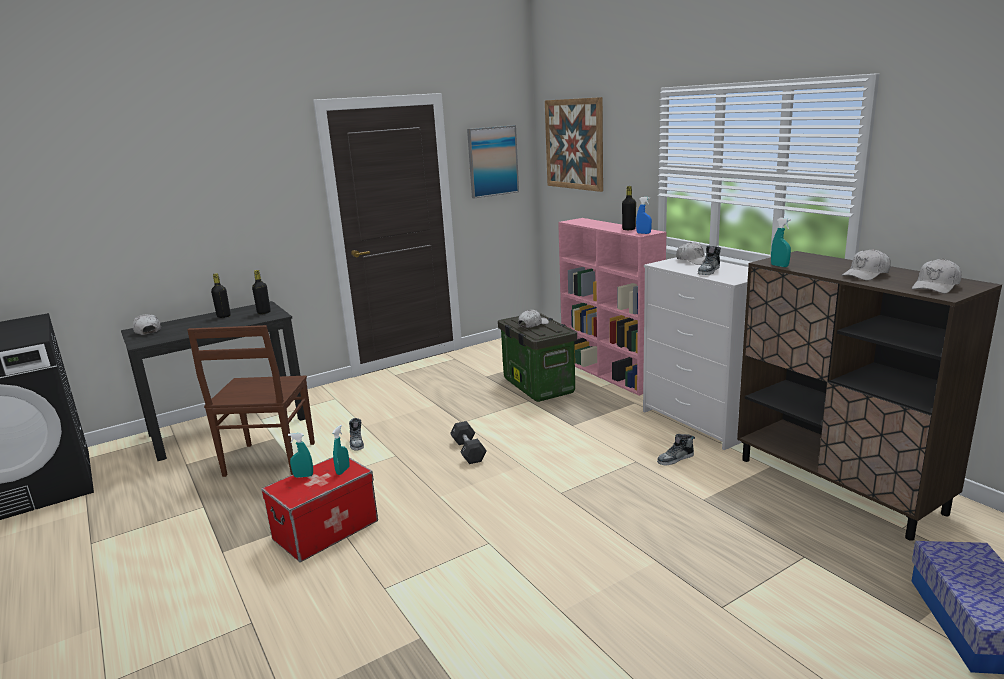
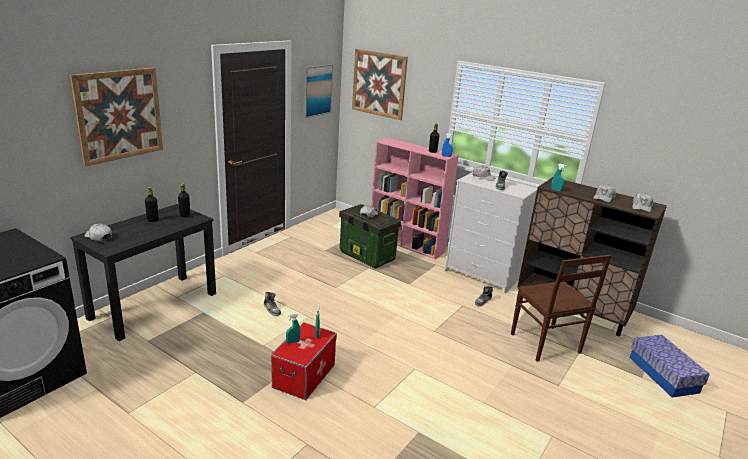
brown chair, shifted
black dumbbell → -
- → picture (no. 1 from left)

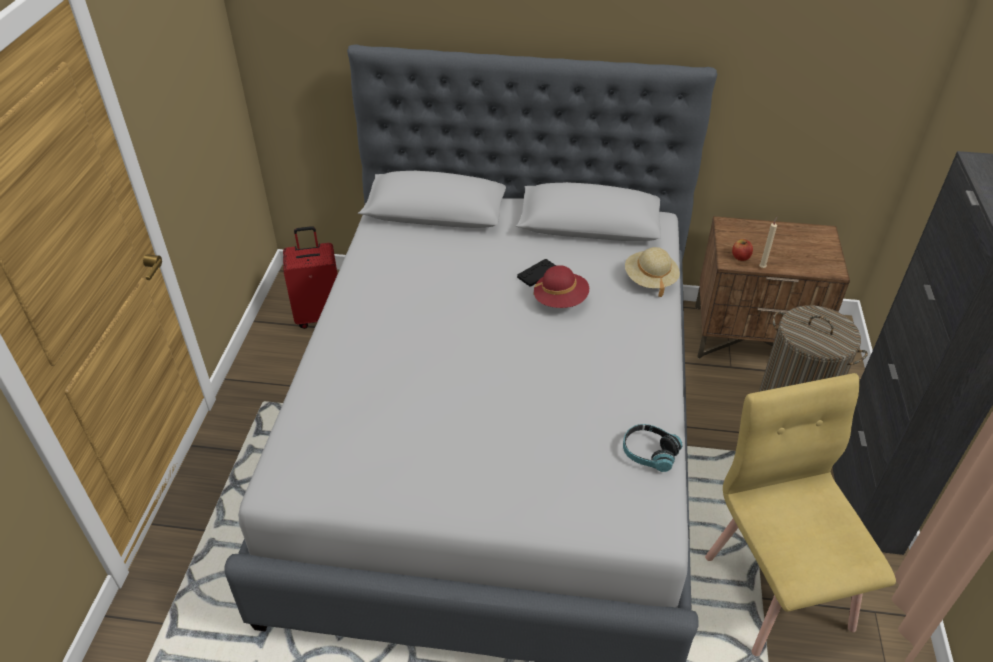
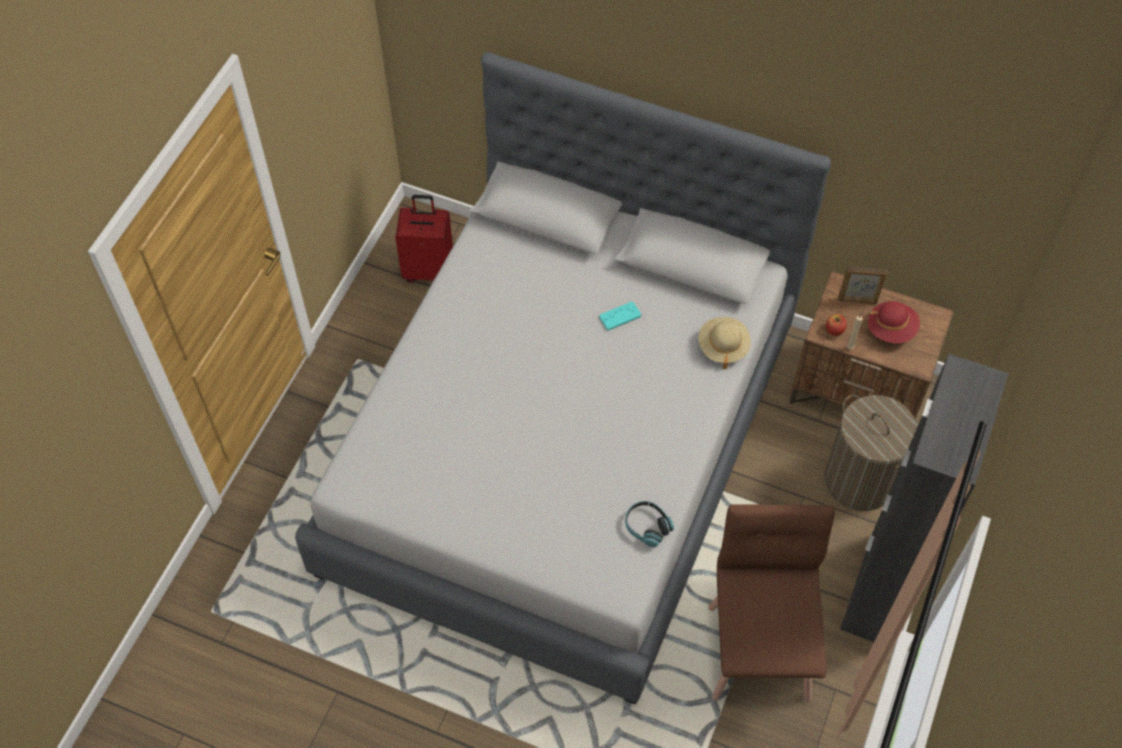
black game controller → blue-green game controller
reddish wearable hat, shifted
yellow-coloured chair → brown chair
- → standing frame

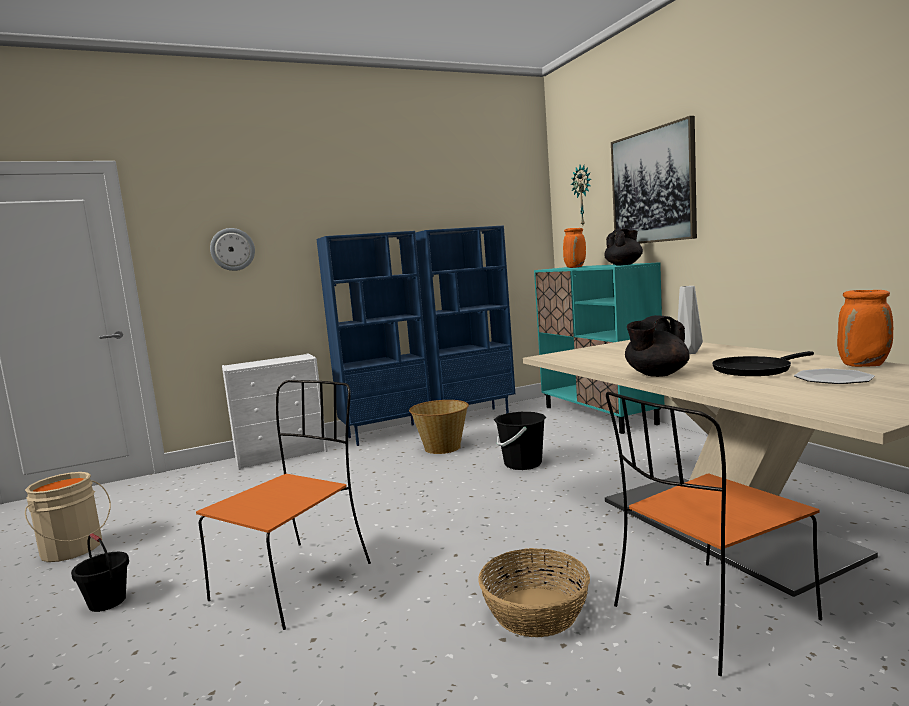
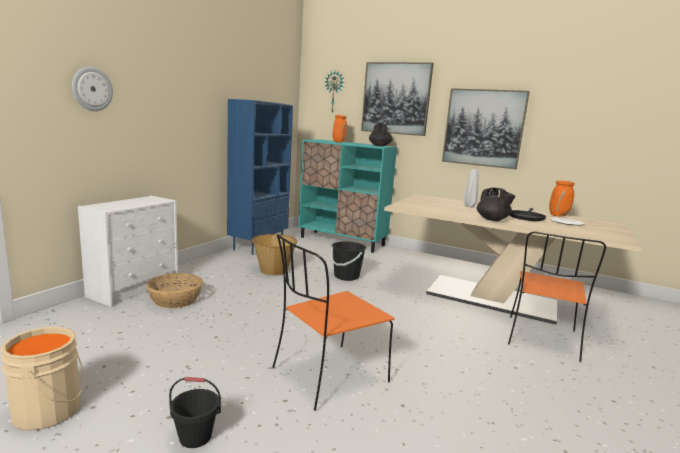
blue-coloured bookcase (no. 1 from left) → -
black pot for tea (no. 2 from left), 45 degrees counterclockwise
orangey chair (no. 1 from left), 120 degrees counterclockwise
basket (no. 2 from left in the first image) → basket (no. 1 from left), shifted
- → picture (no. 2 from left)

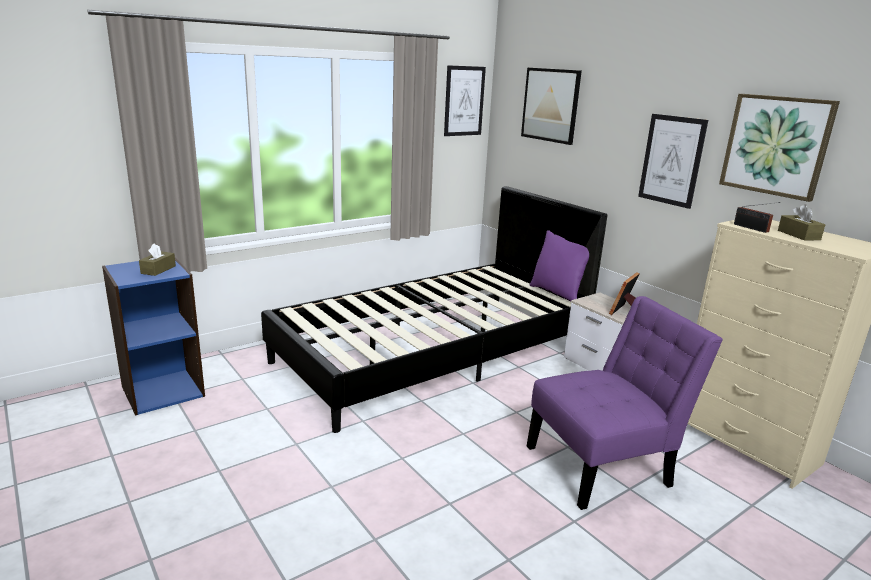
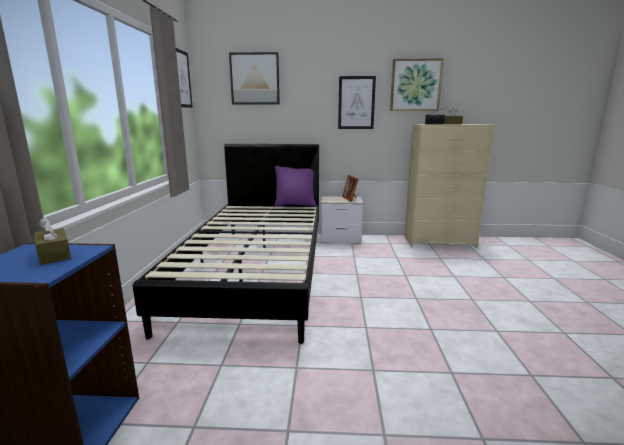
purplish chair → -

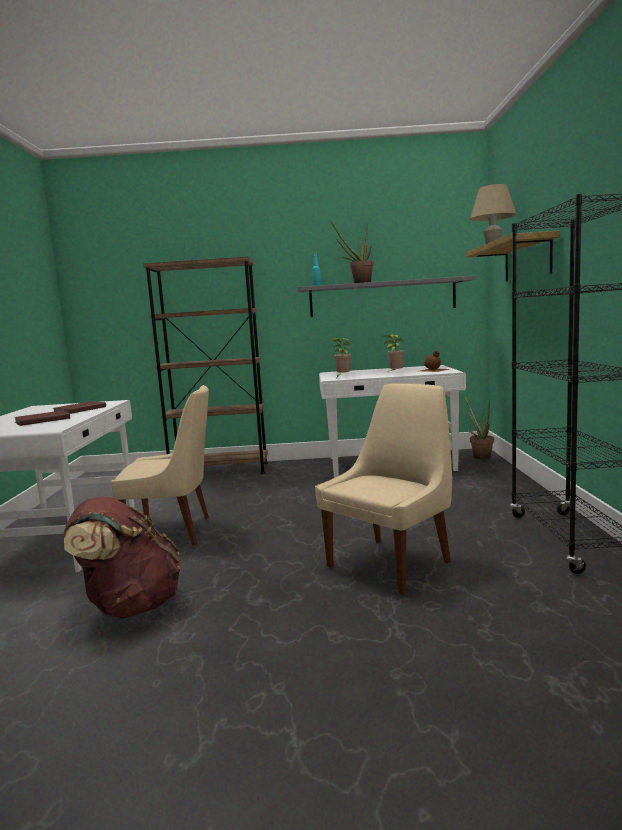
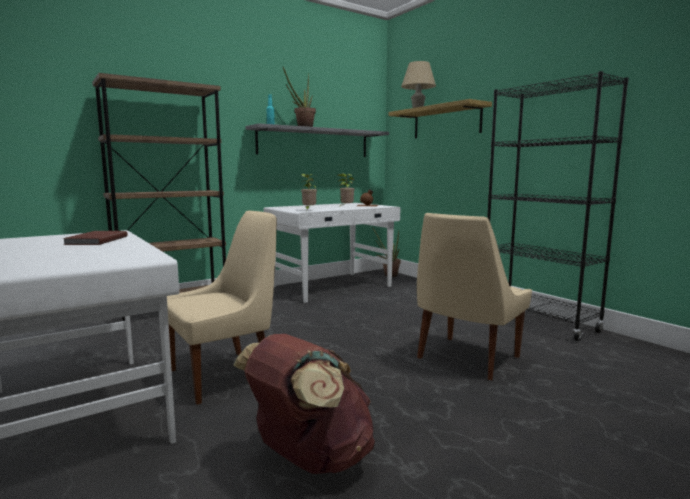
beige-coloured chair (no. 2 from left), 150 degrees counterclockwise
brown book (no. 1 from left) → -

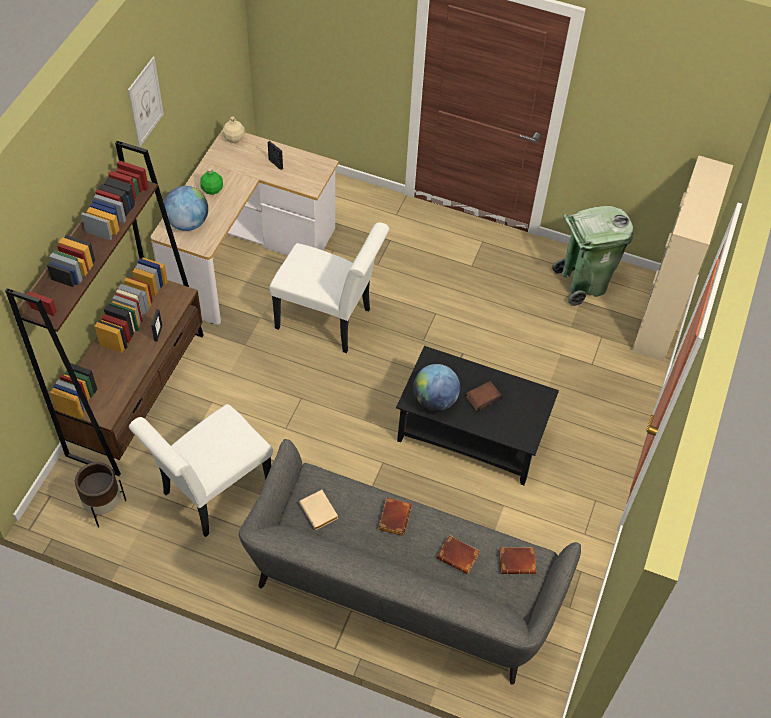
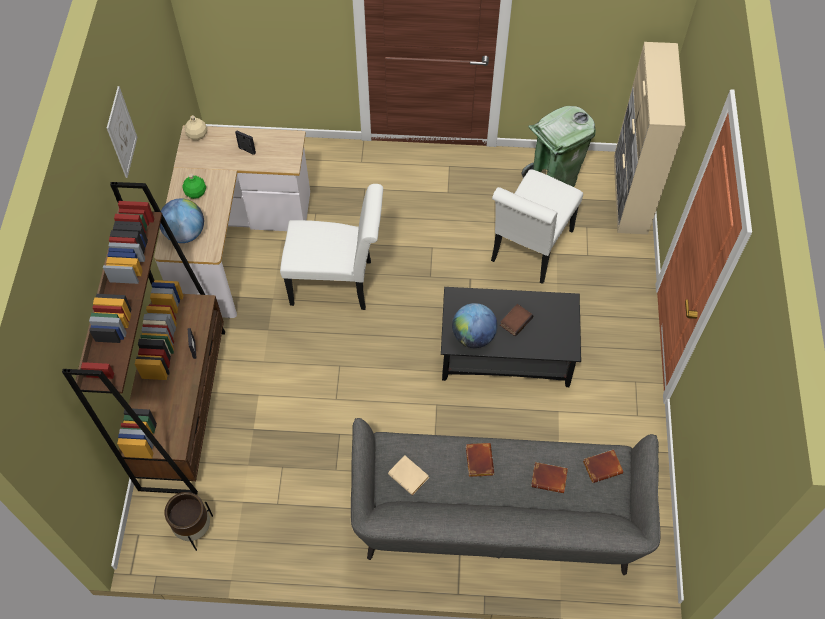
whitish chair (no. 1 from left in the first image) → whitish chair (no. 2 from left), shifted

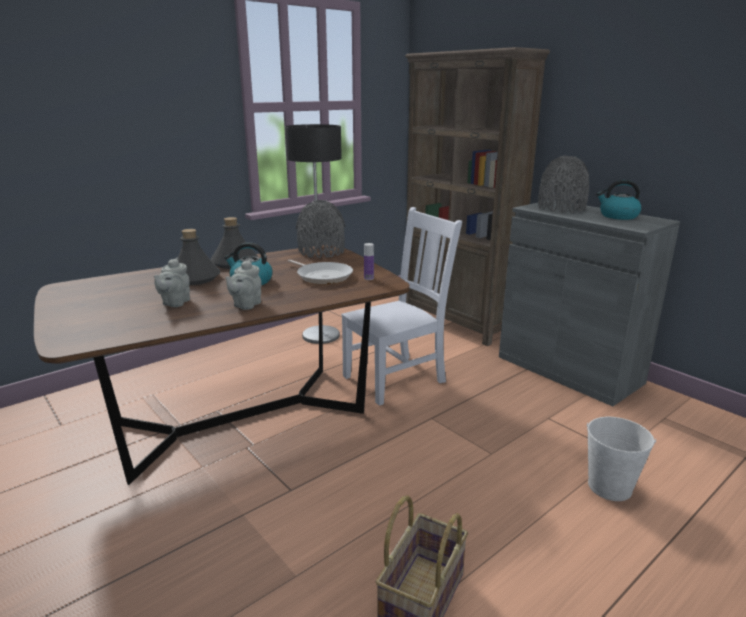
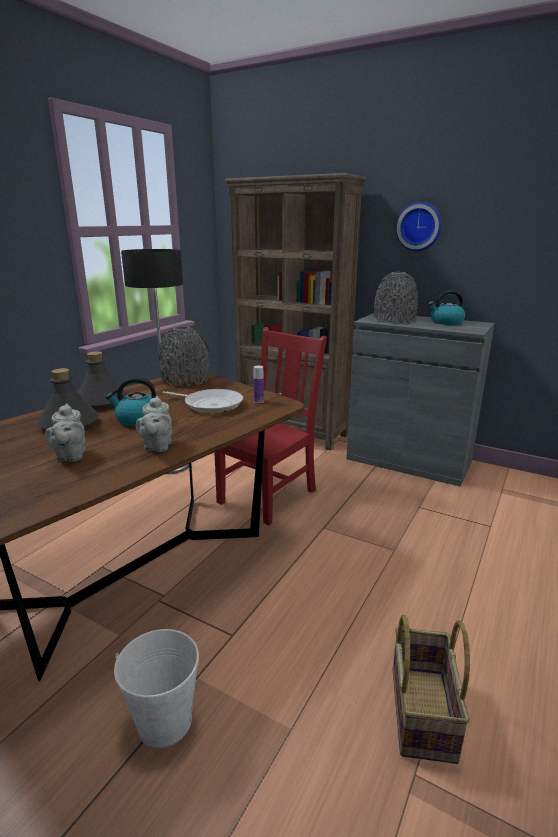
whitish chair → reddish chair
whitish water bucket, shifted
- → wall clock

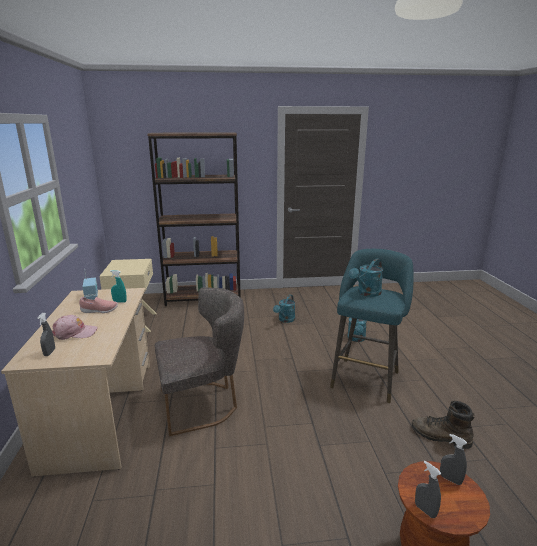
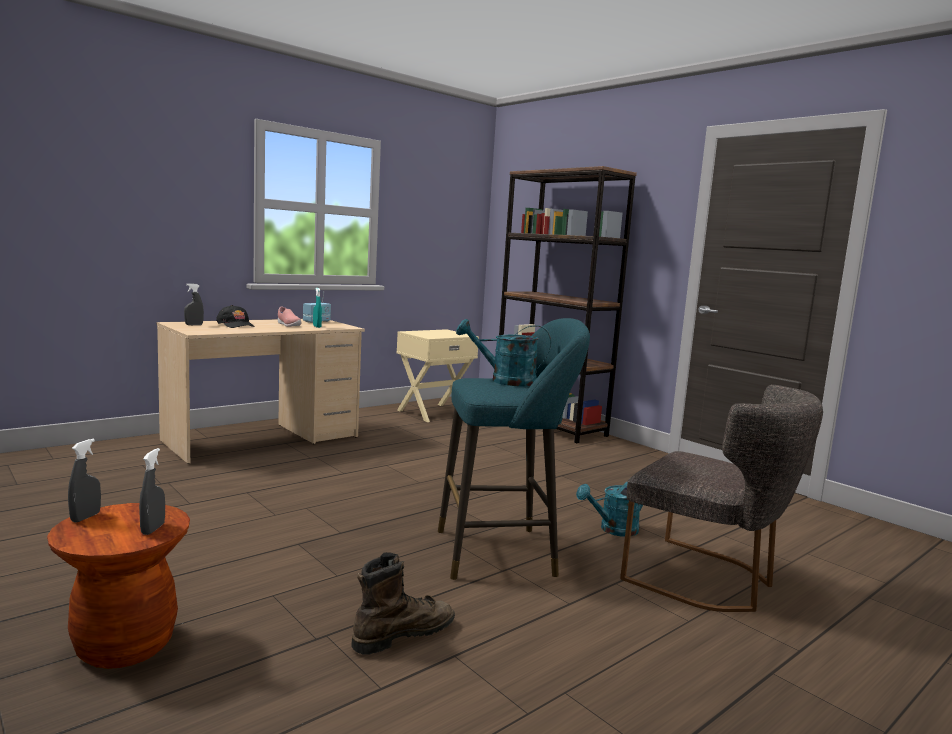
gray chair, shifted
blue-green sprinkling can (no. 1 from left) → -
pinkish cap → black cap
brown tall boot, 60 degrees clockwise

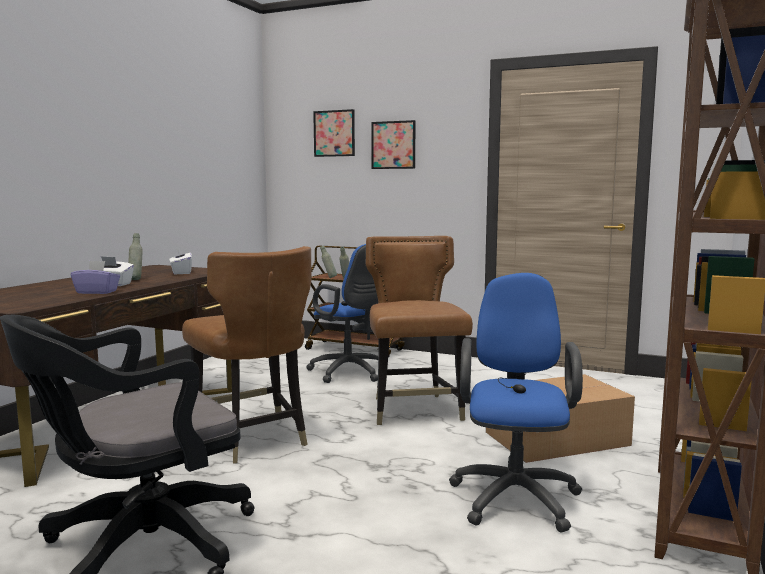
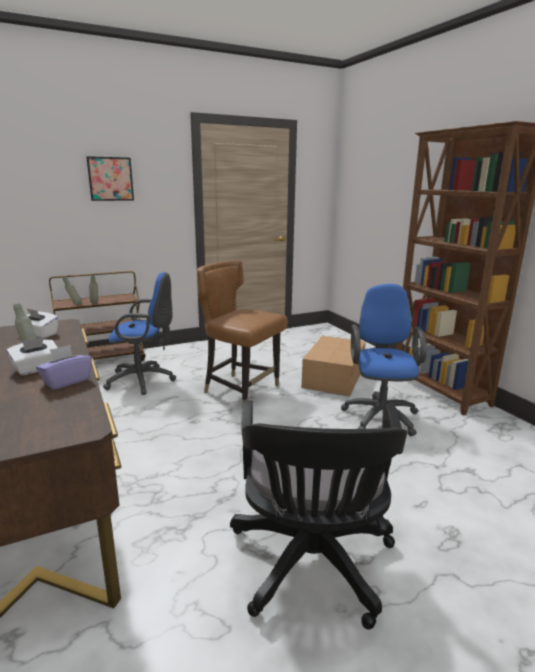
picture (no. 1 from left) → -
brown chair (no. 1 from left) → -
blue-coloured computer chair (no. 2 from left), 45 degrees clockwise

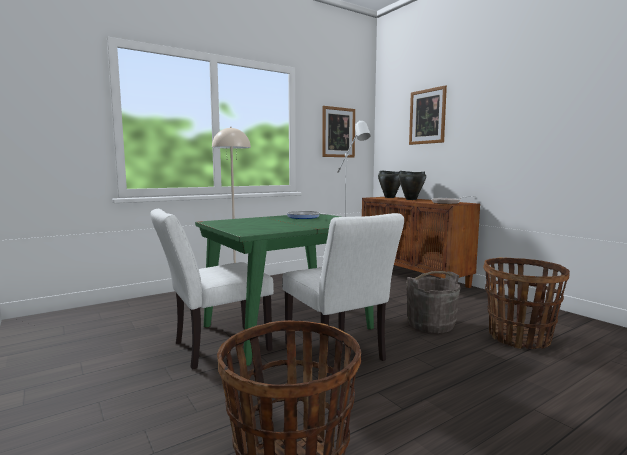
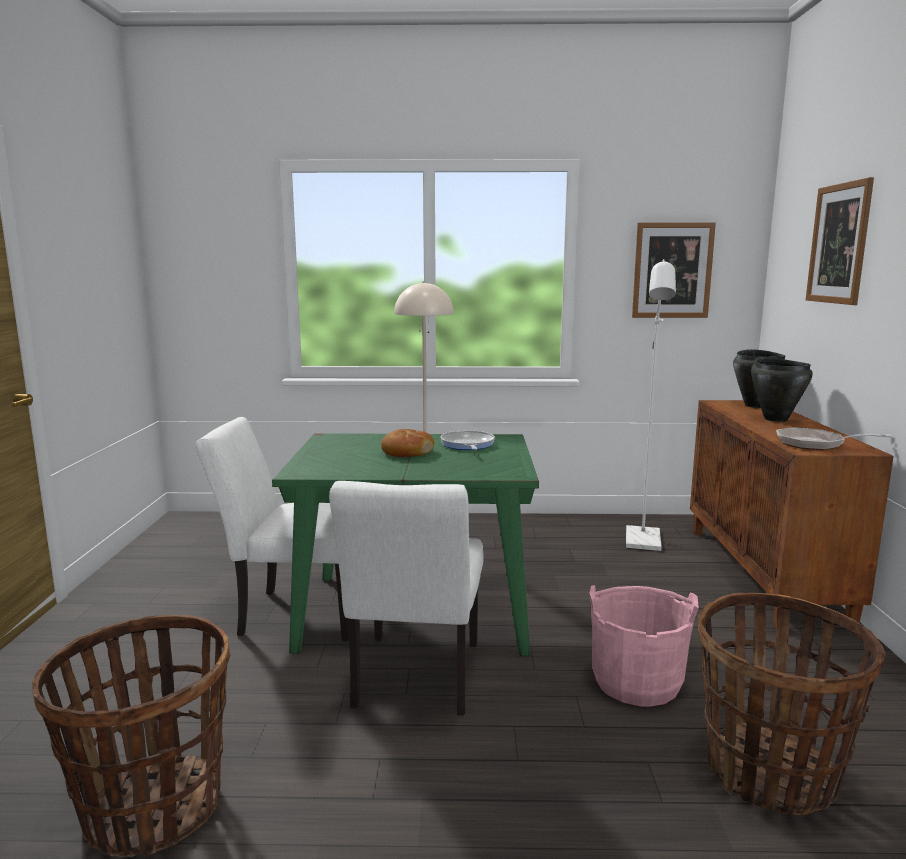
gray water bucket → pinkish water bucket
- → bakery bread

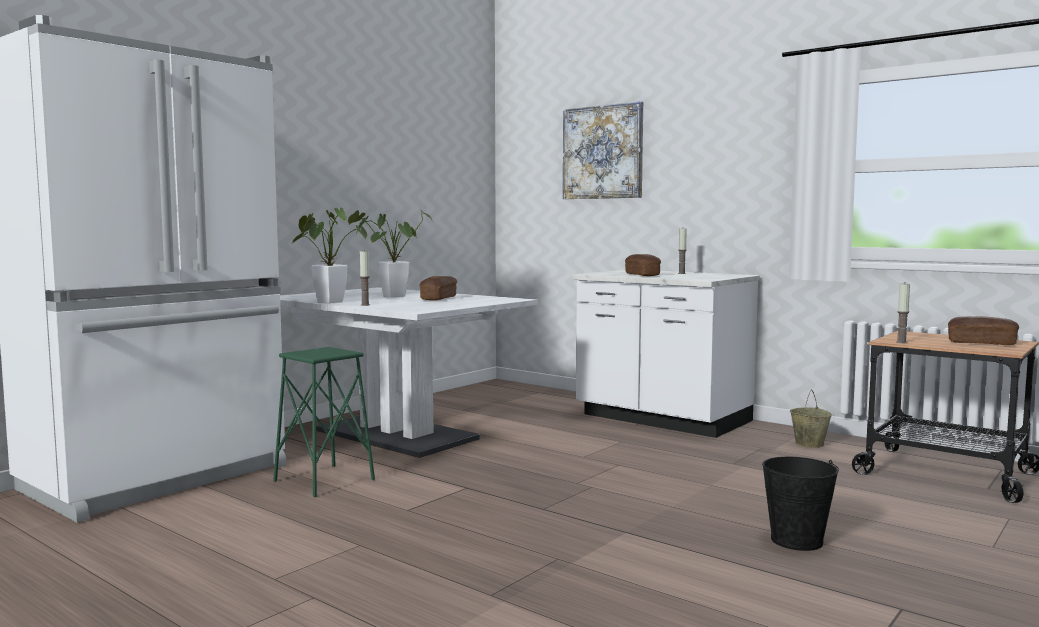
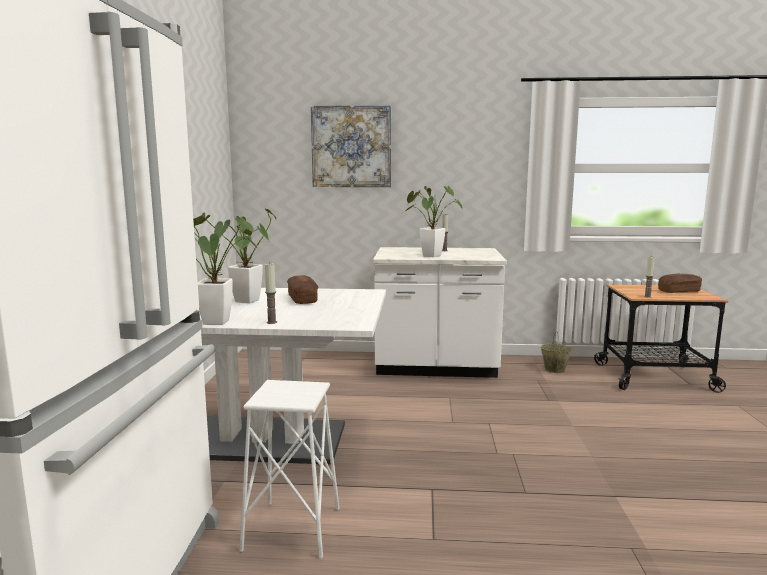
bakery bread (no. 2 from left) → potted plant (no. 3 from left)
green-coloured sitting stool → whitish sitting stool
black water bucket → -

